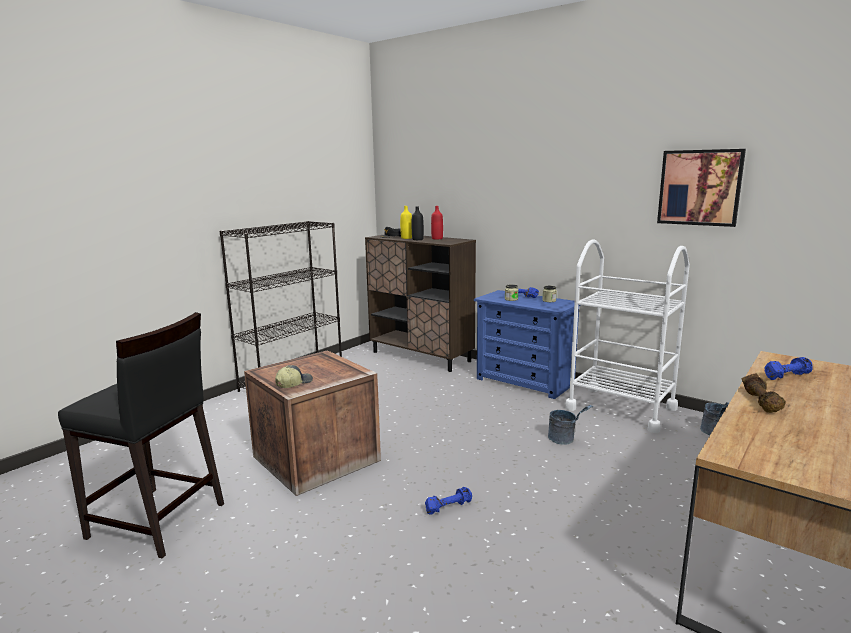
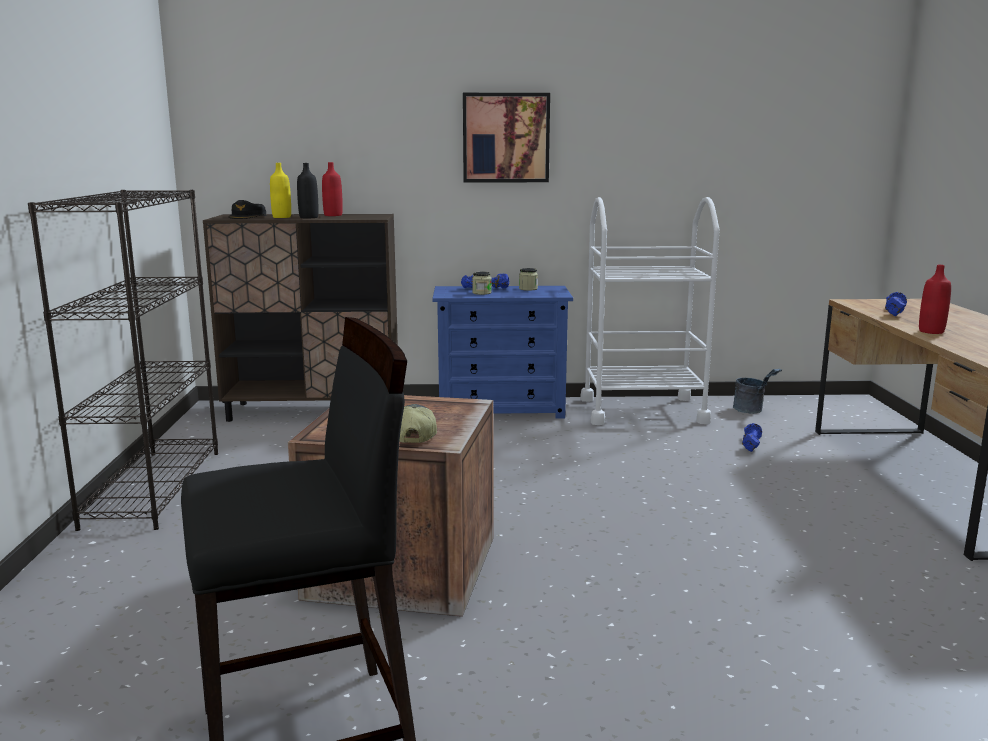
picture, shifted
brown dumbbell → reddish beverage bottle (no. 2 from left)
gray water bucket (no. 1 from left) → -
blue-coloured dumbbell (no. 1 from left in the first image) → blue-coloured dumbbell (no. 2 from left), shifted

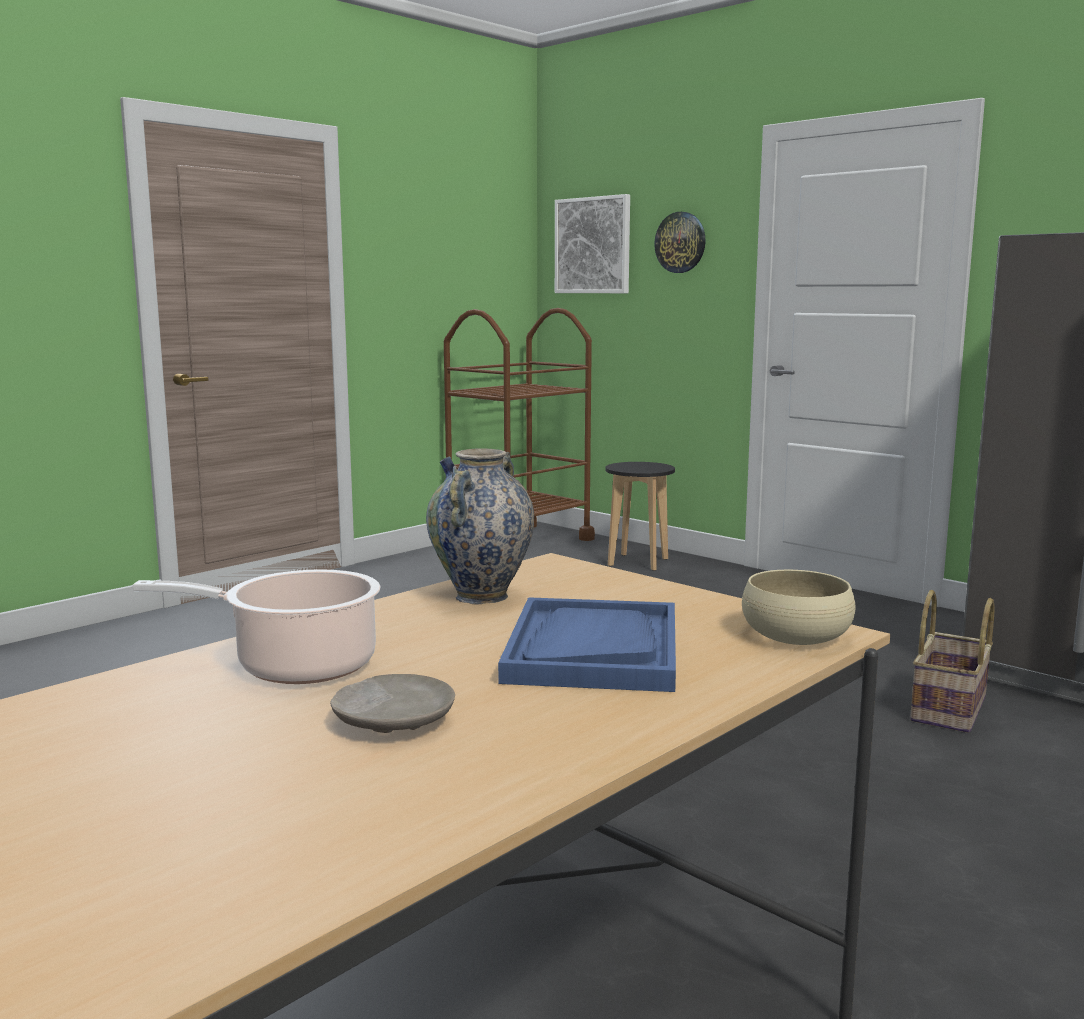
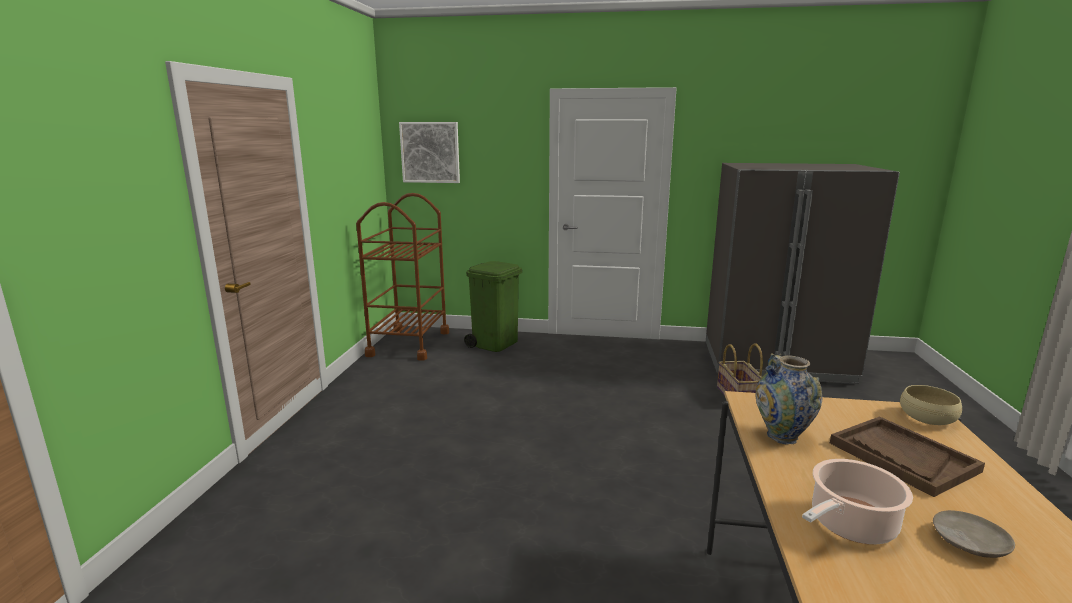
wall clock → -
black sitting stool → green-coloured trash can
blue-coloured serving tray → brown serving tray

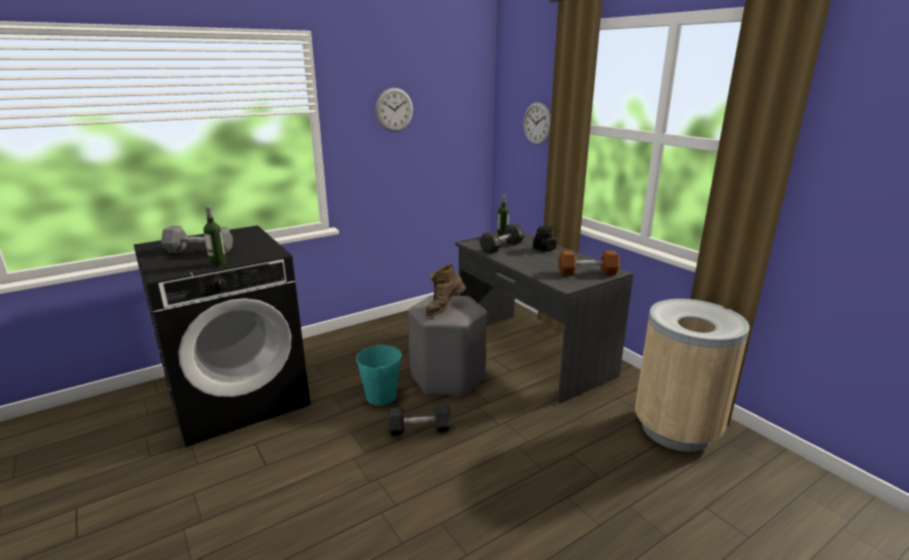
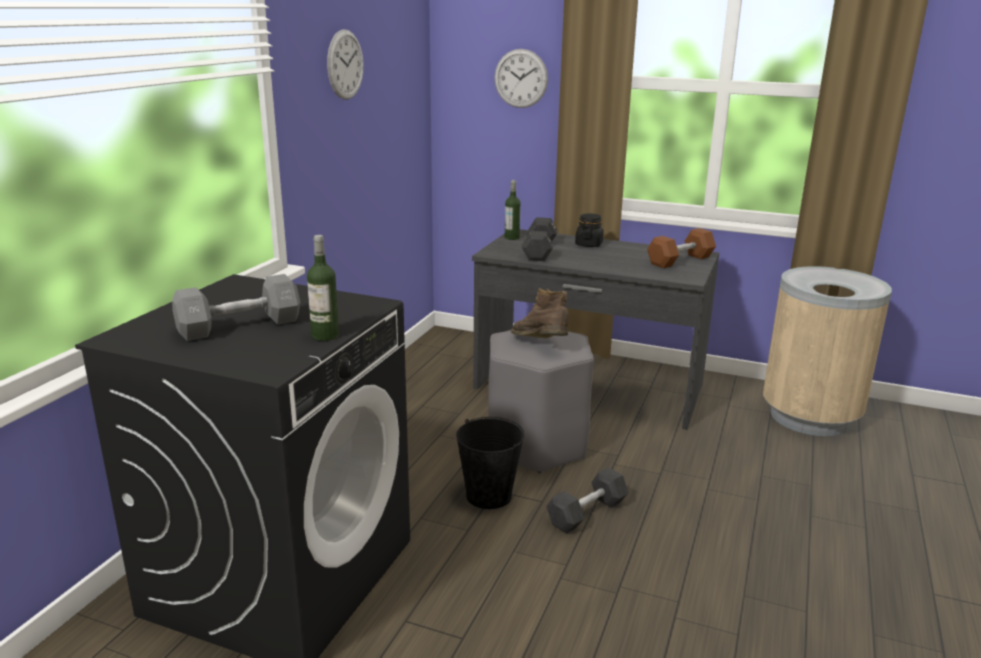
brown tall boot, 135 degrees clockwise
blue-green water bucket → black water bucket

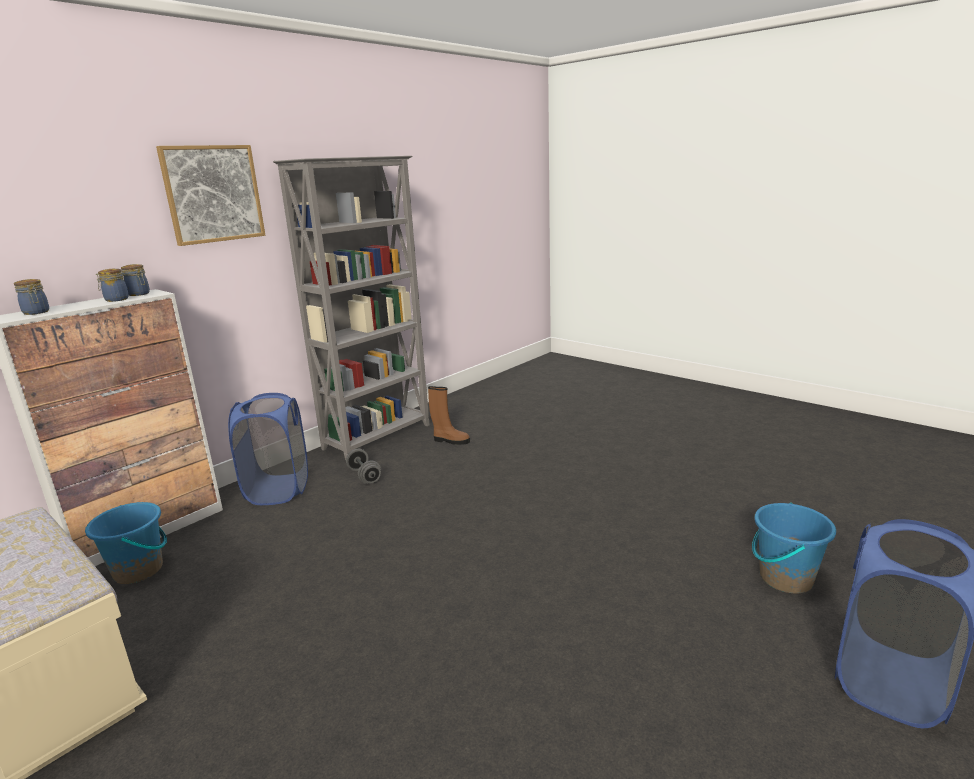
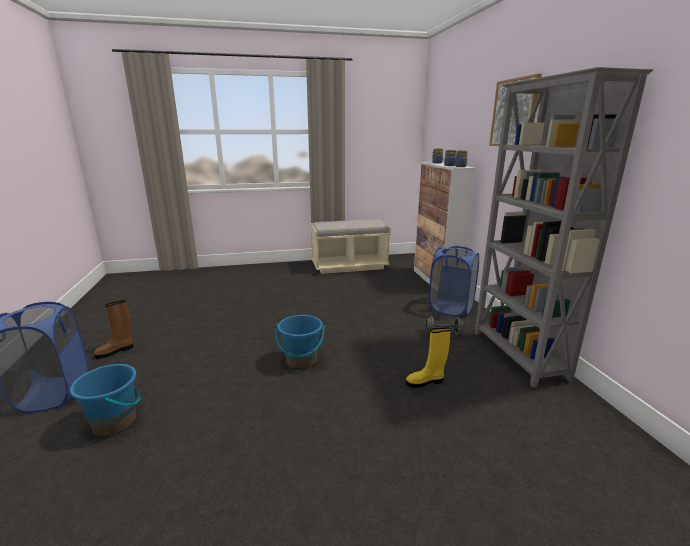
brown tall boot, shifted
blue-coloured water bucket (no. 1 from left in the first image) → blue-coloured water bucket (no. 2 from left), shifted
- → yellow-coloured tall boot

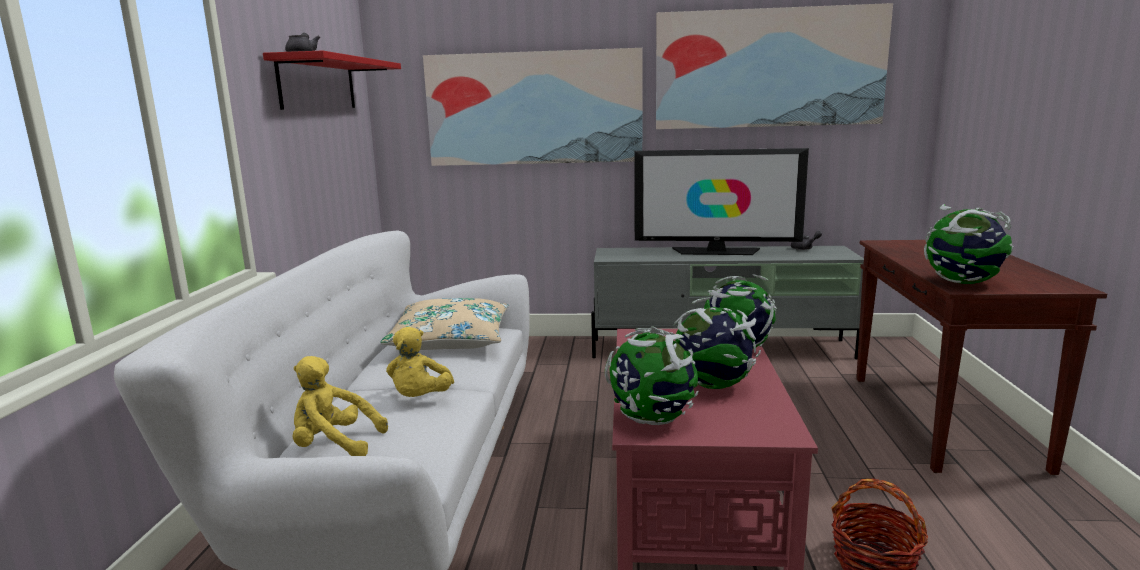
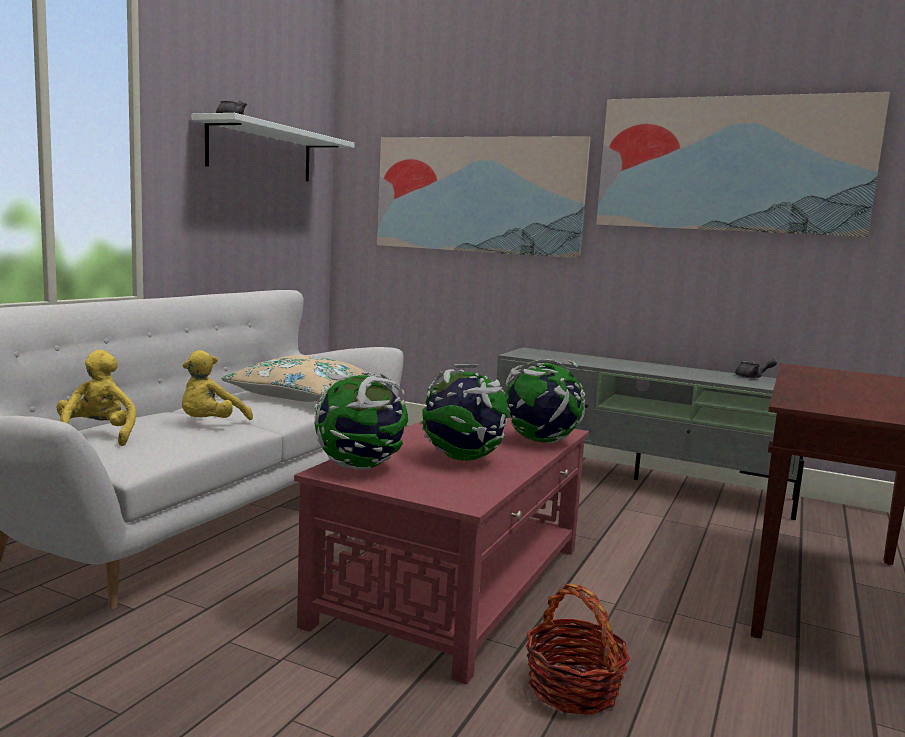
reddish shelf → whitish shelf
television → -
desk globe (no. 4 from left) → -
yellow-coloured plush toy (no. 1 from left), 45 degrees clockwise

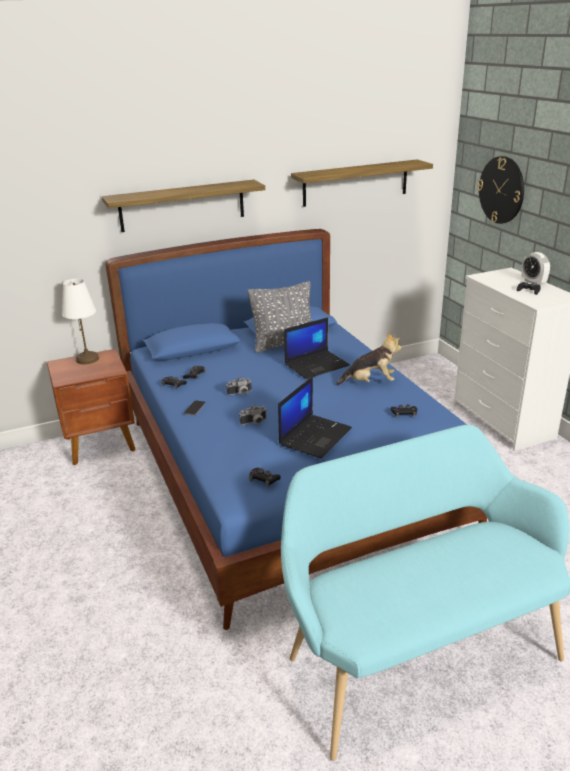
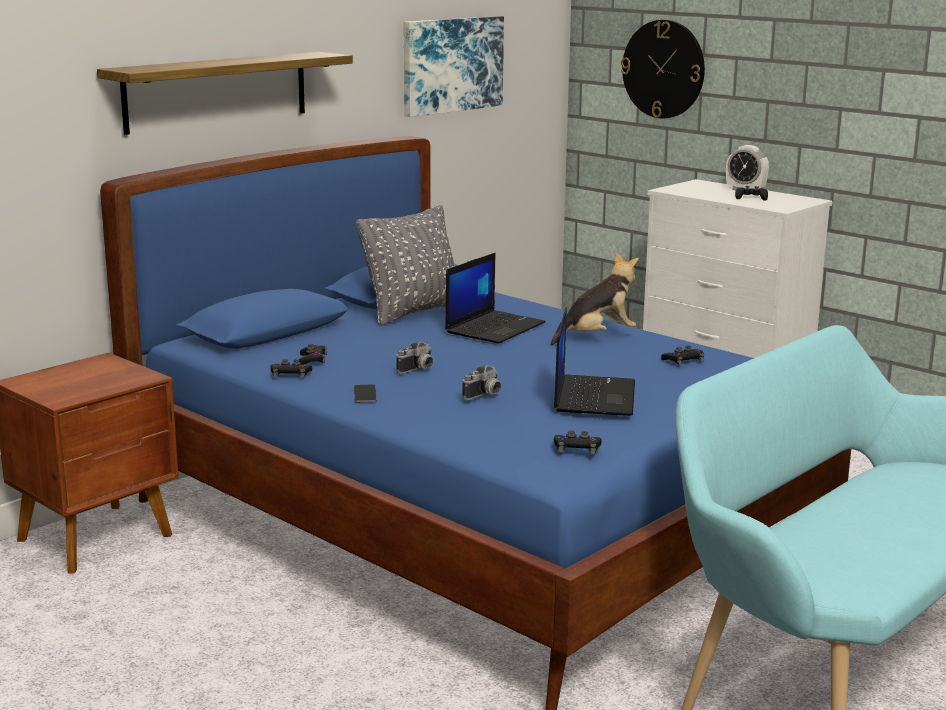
shelf (no. 2 from left) → picture
whitish table lamp → -

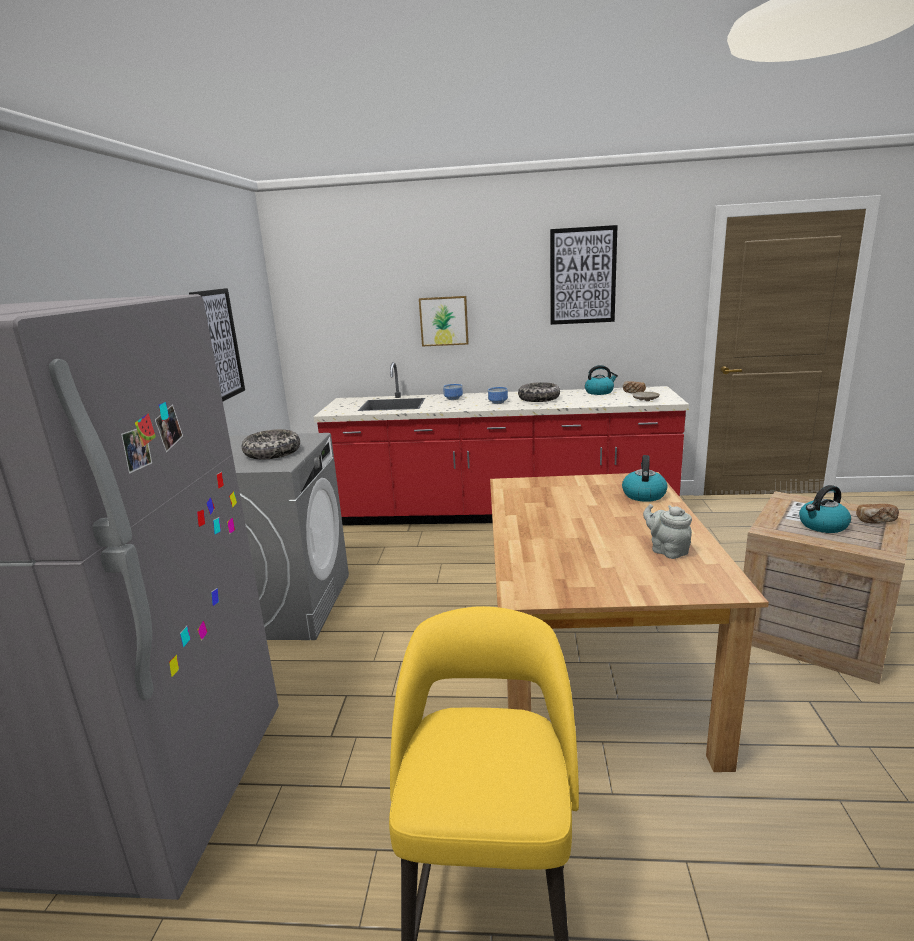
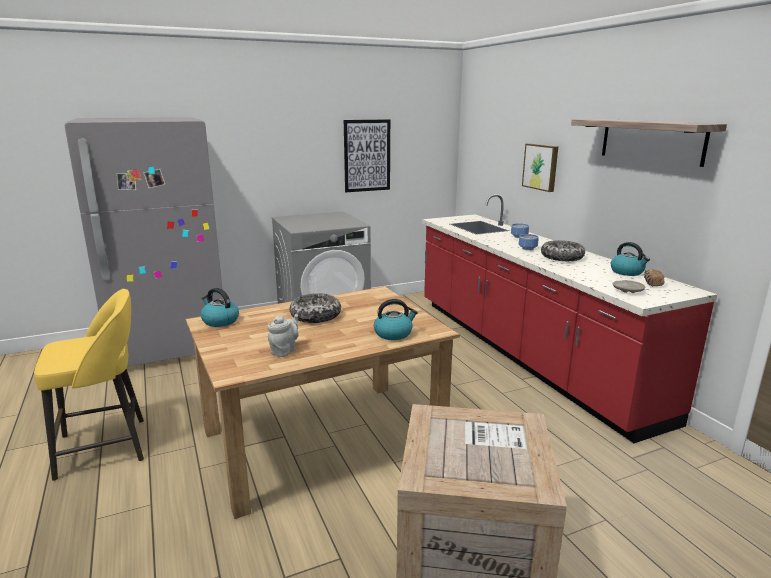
picture (no. 3 from left) → shelf
serving bowl (no. 1 from left), shifted
water kettle (no. 3 from left in the first image) → water kettle (no. 1 from left), shifted
bakery bread (no. 2 from left) → -

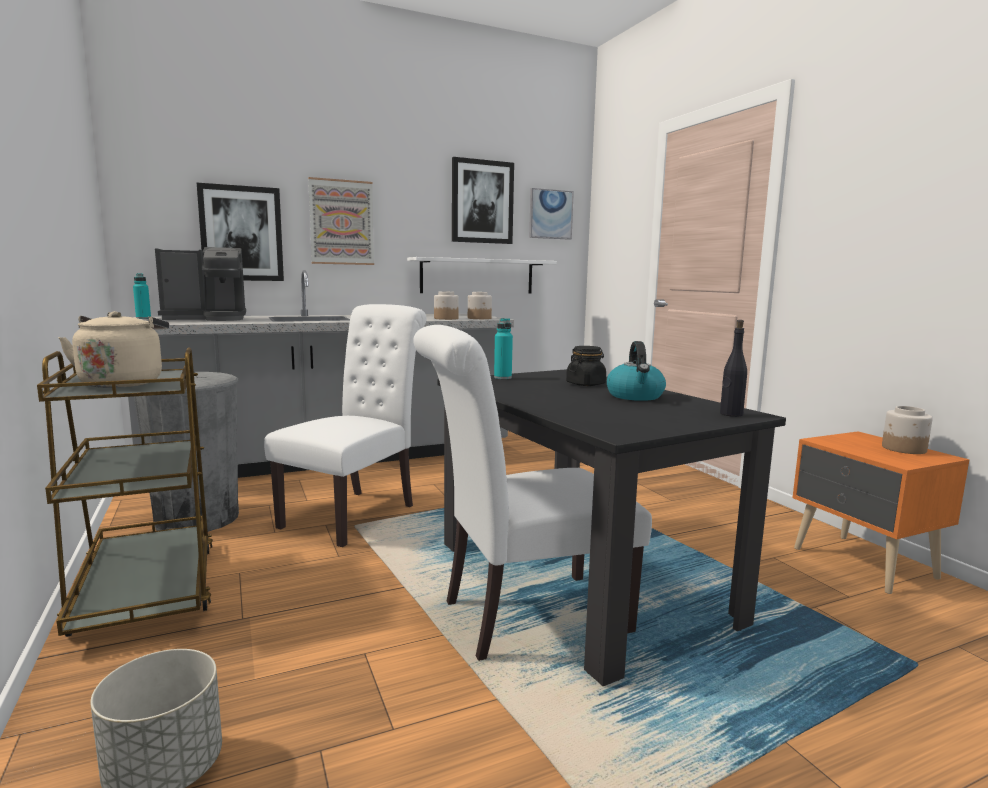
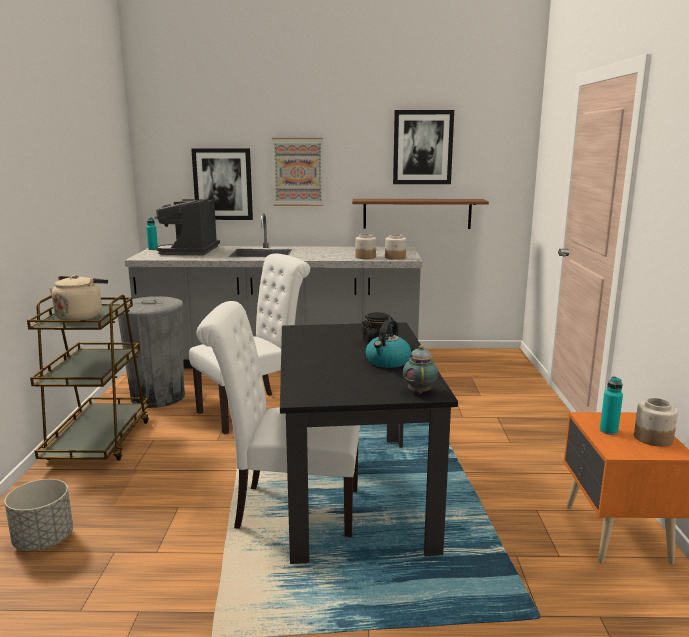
picture (no. 4 from left) → -
coffee maker, 90 degrees clockwise
whitish shelf → brown shelf
blue-green beverage bottle (no. 2 from left), shifted
black beverage bottle → pot for tea

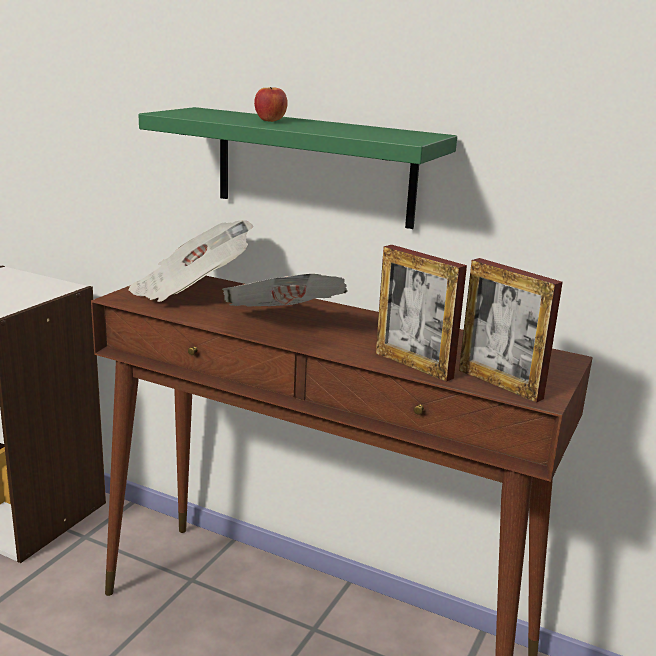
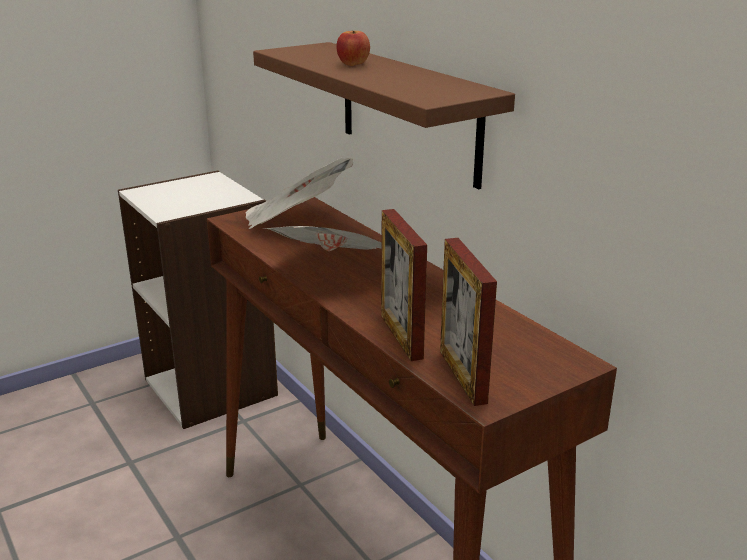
green-coloured shelf → brown shelf

